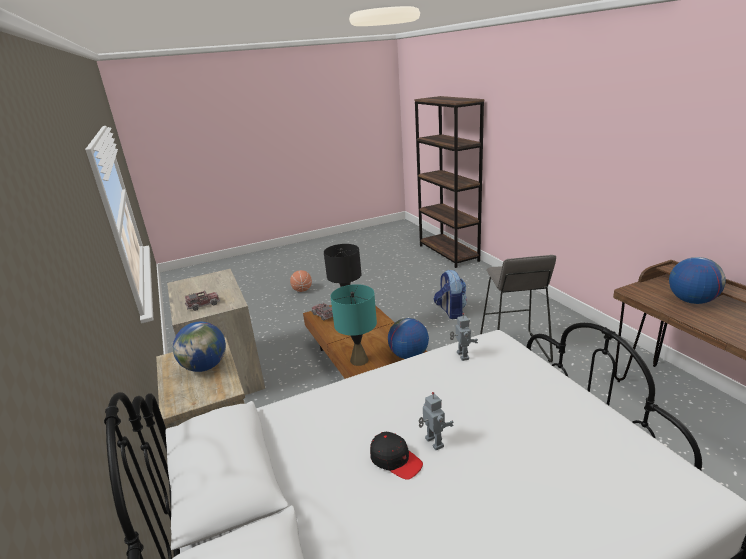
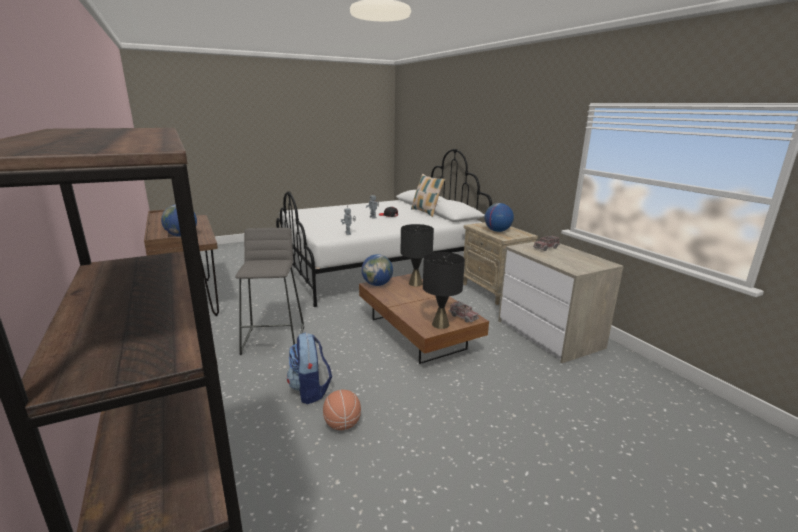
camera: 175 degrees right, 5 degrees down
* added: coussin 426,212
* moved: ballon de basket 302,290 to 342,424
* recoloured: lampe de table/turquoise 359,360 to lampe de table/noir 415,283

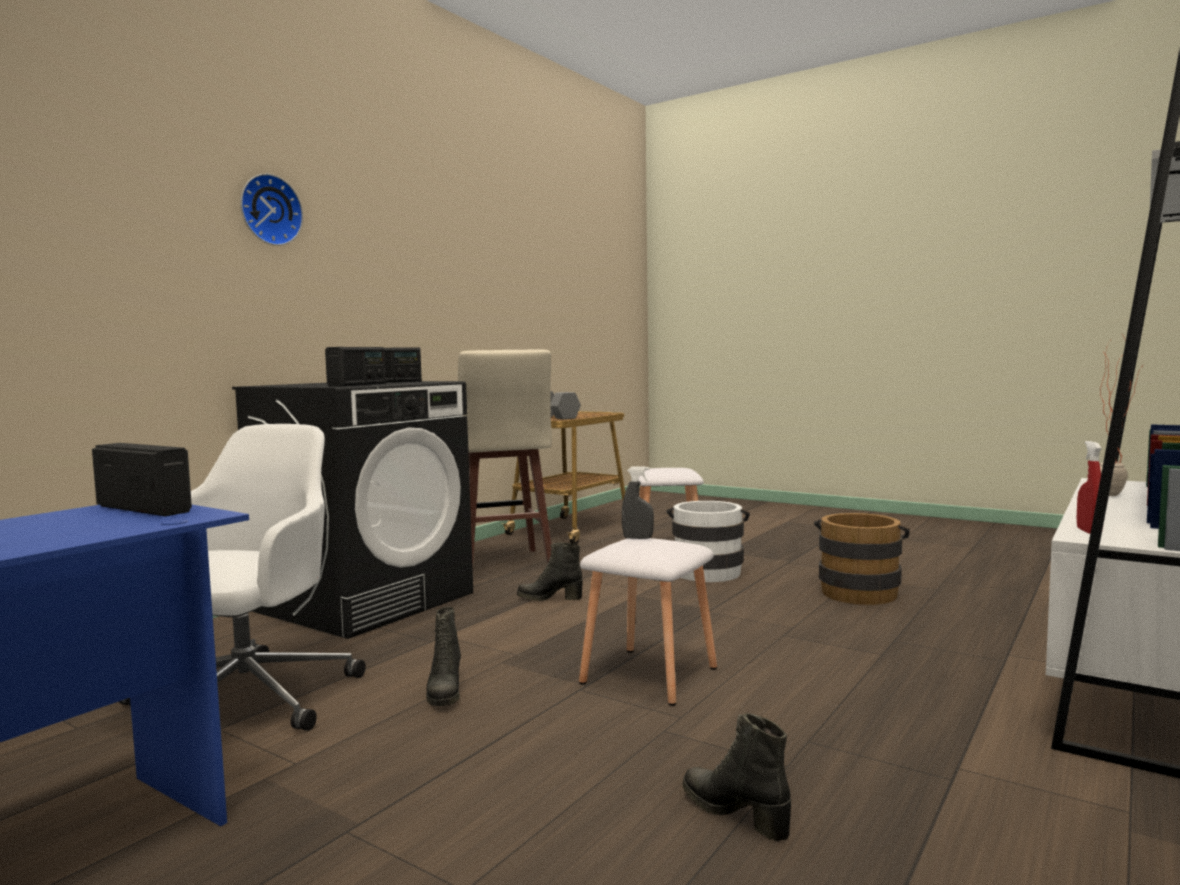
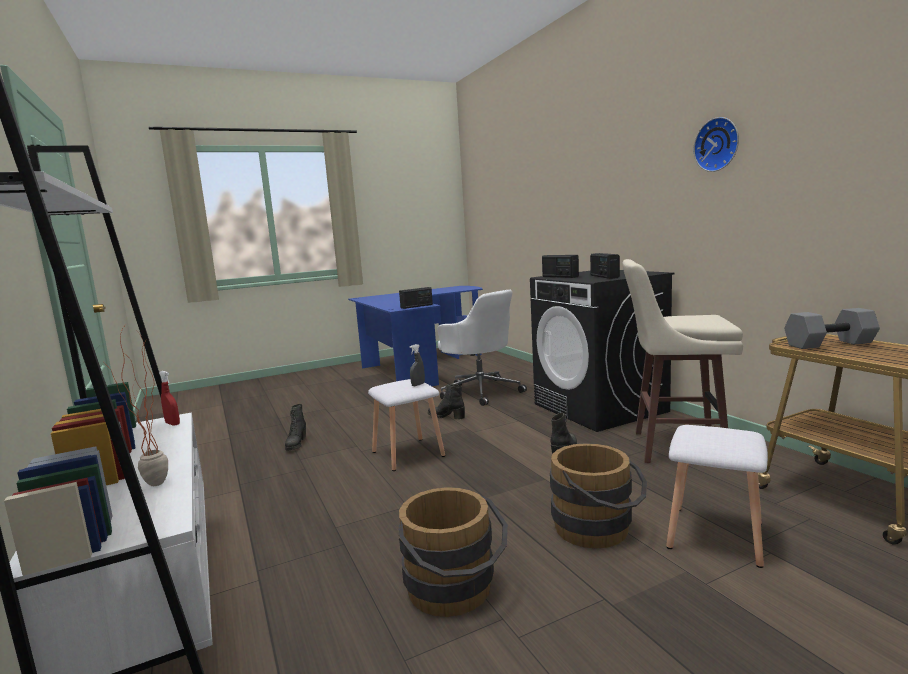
camera: 120 degrees right, 5 degrees up
* moved: horloge murale 269,210 to 718,144
* recoloured: seau/blanc 708,571 to seau/marron 598,530
* turned: botte/noir 735,813 = 296,444 105 degrees clockwise

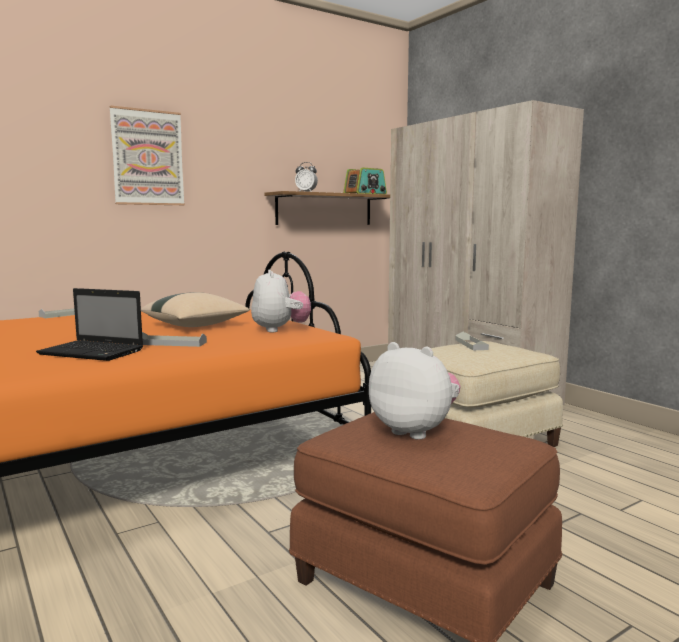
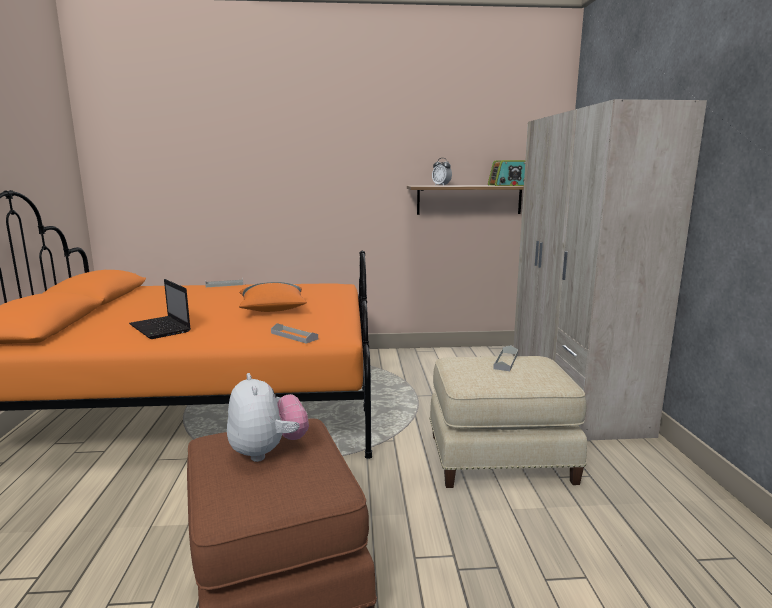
camera: 30 degrees right, 5 degrees up
* removed: tableau 148,158
* removed: peluche 280,330
* moved: plateau/gris 172,343 to 294,336
* recoloured: coussin/beige 196,326 to coussin/orange 273,310

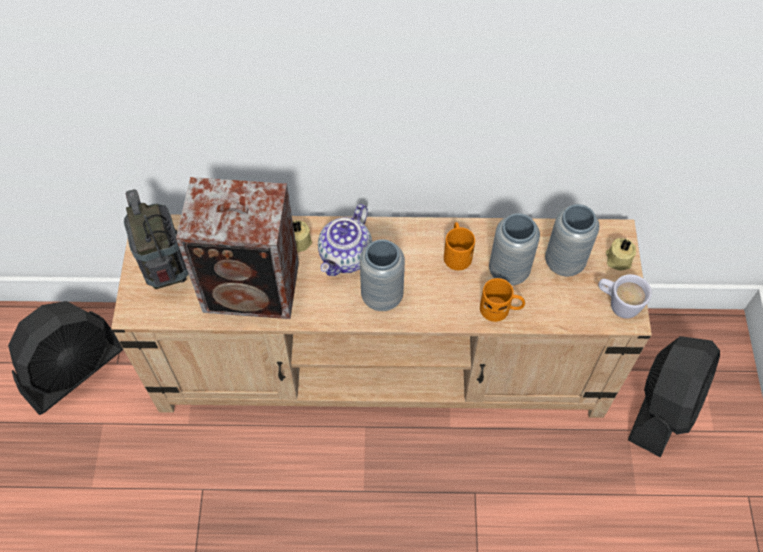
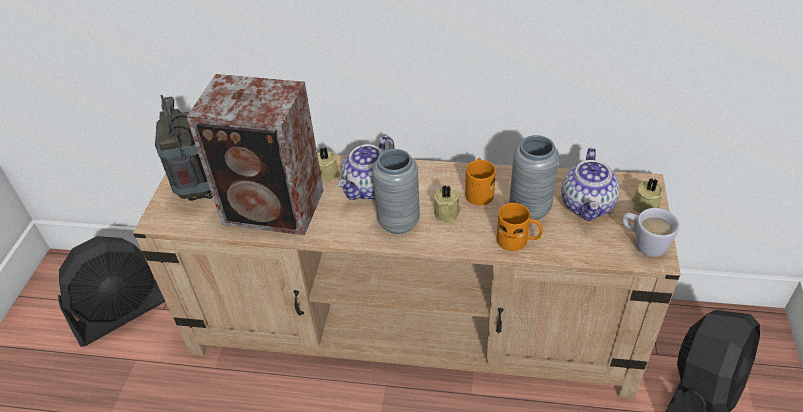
camera: 10 degrees right, 15 degrees down
* added: bougie/beige 448,213
* replaced: vase/gris 564,262 to théière 588,205

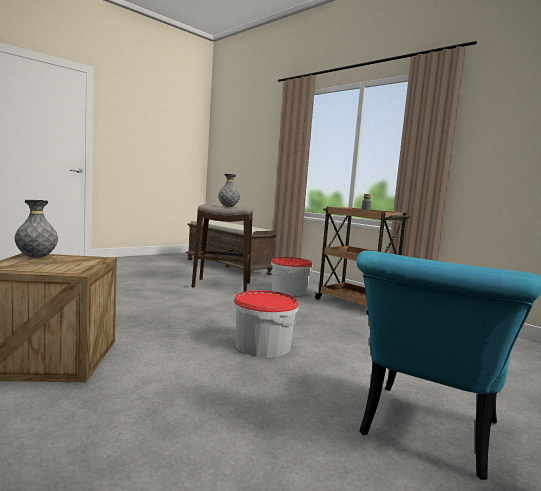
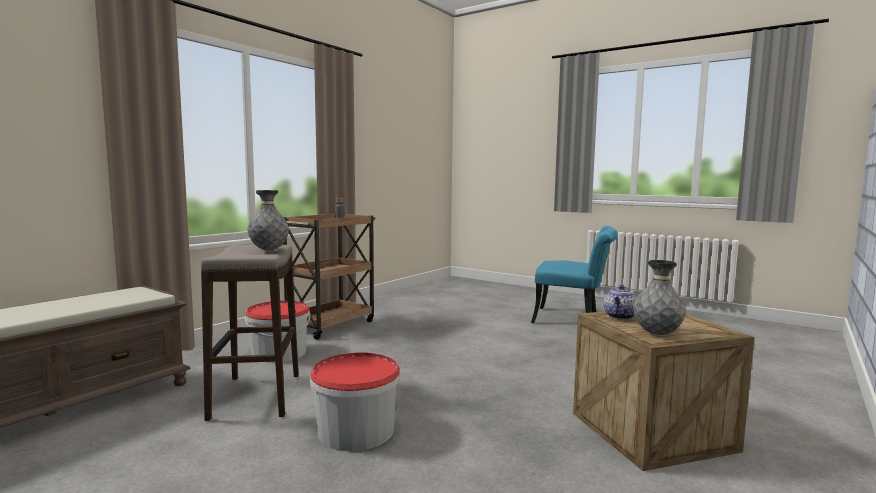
camera: 100 degrees left, 0 degrees up
* added: théière 620,316
* moved: seau 263,346 to 356,431

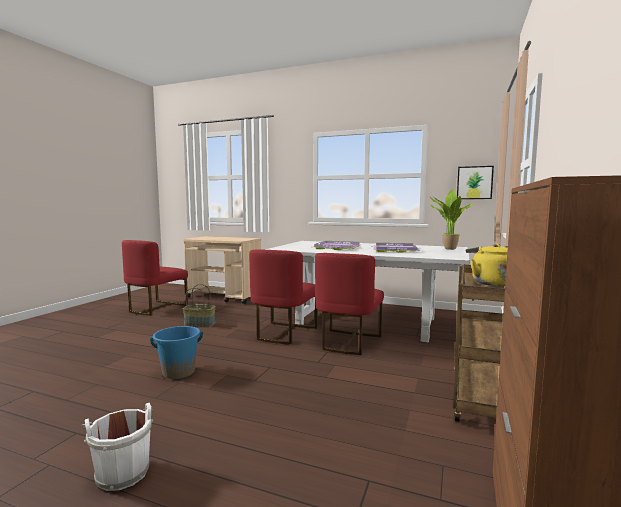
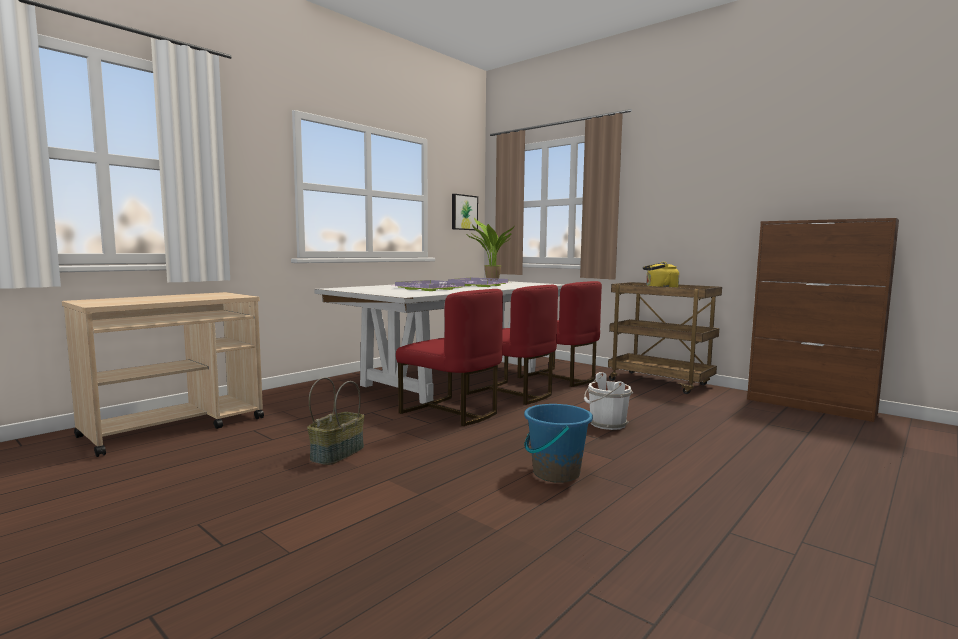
camera: 70 degrees left, 0 degrees up
* moved: seau/blanc 122,472 to 606,424
* moved: chaise/rouge 156,308 to 559,378

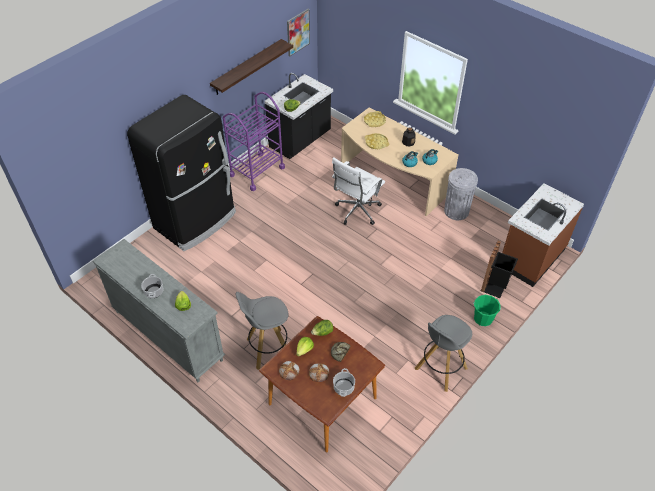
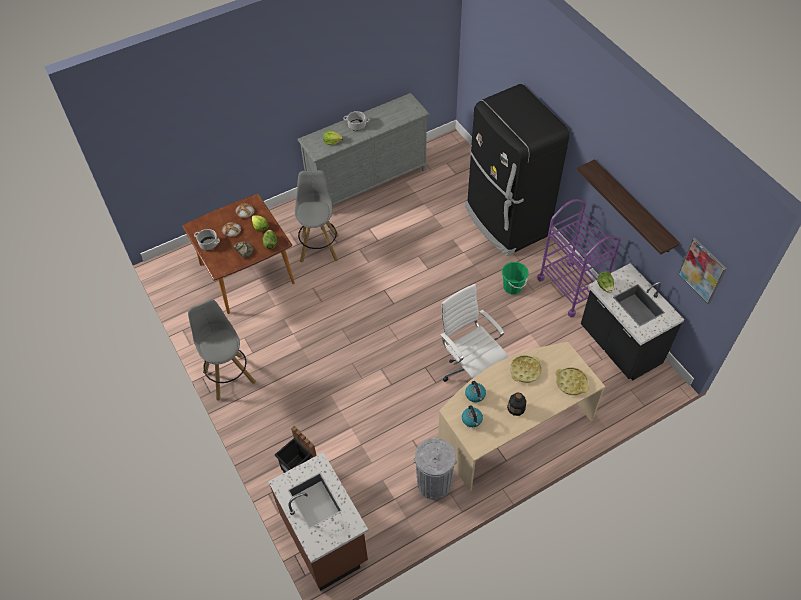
camera: 110 degrees right, 5 degrees up
* moved: seau/vert 483,319 to 512,287

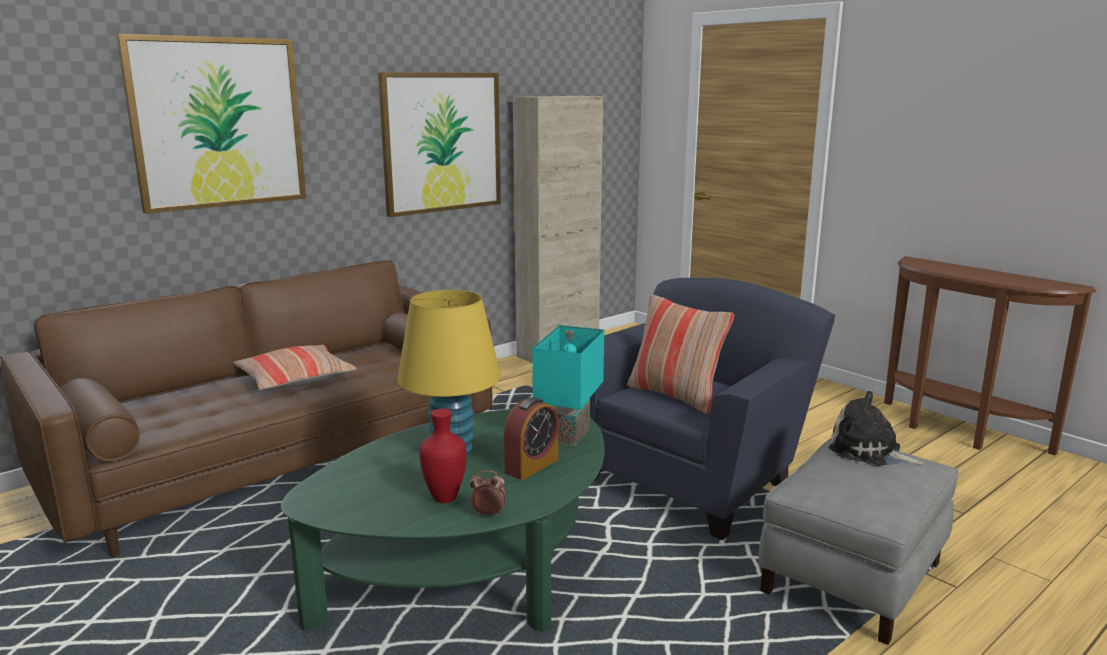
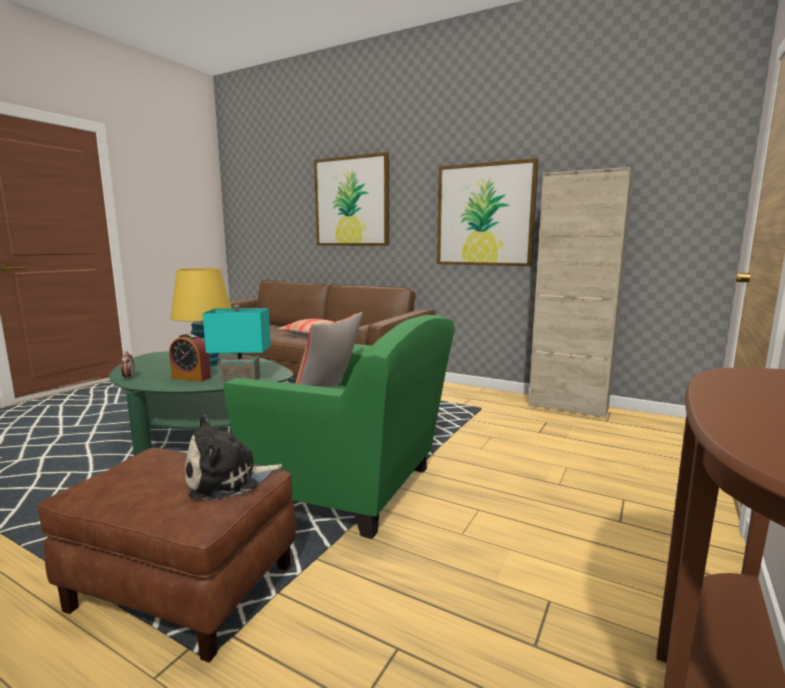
camera: 70 degrees right, 5 degrees down
* removed: vase/rouge 443,498
* recoloured: fauteuil/bleu 693,479 to fauteuil/vert 356,488
* recoloured: pouf/gris 853,578 to pouf/marron 182,588
* turned: peluche 869,452 = 228,480 135 degrees counterclockwise

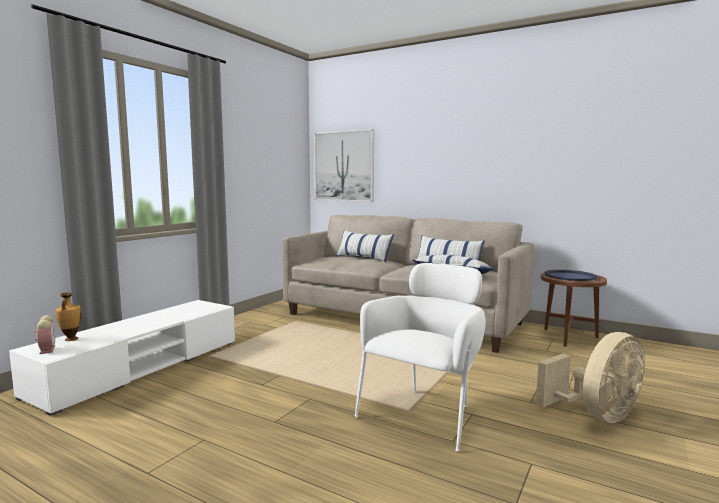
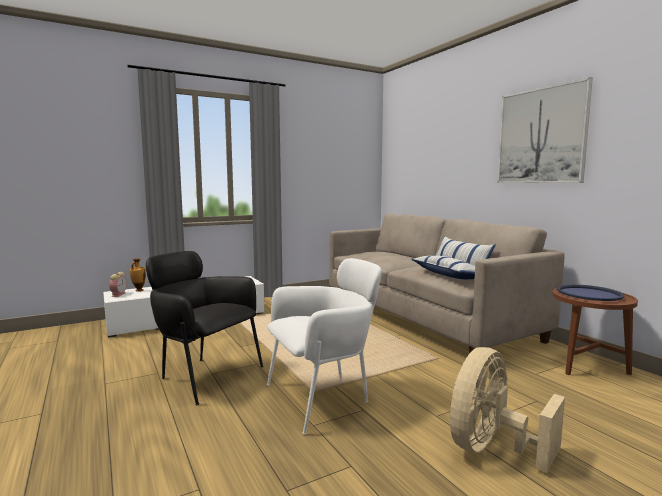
camera: 30 degrees right, 0 degrees up
* removed: coussin 363,258
* added: fauteuil/noir 204,375
* moved: tableau 344,166 to 541,136
* turned: ventilateur/beige 597,415 = 492,448 135 degrees clockwise

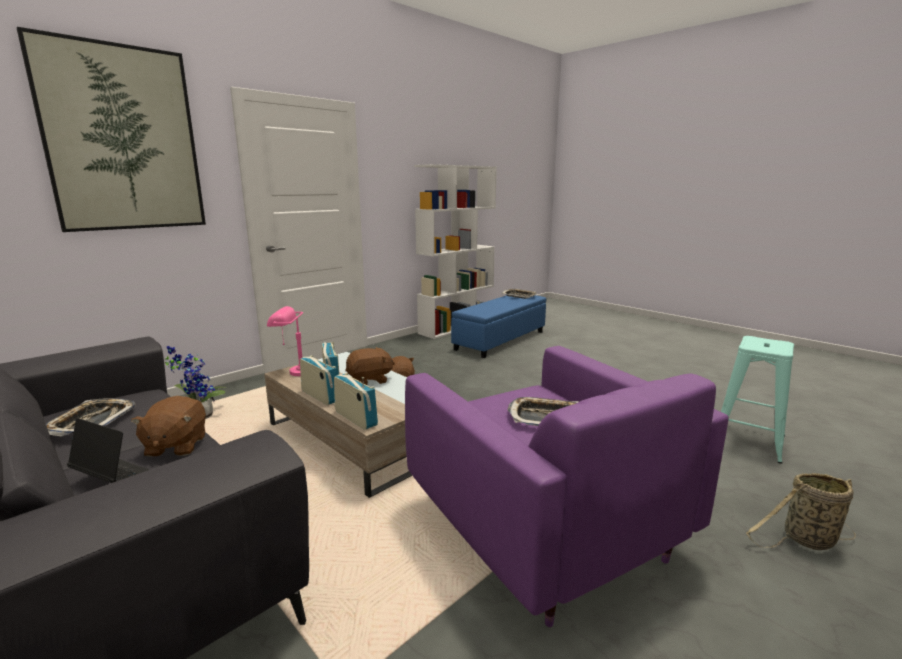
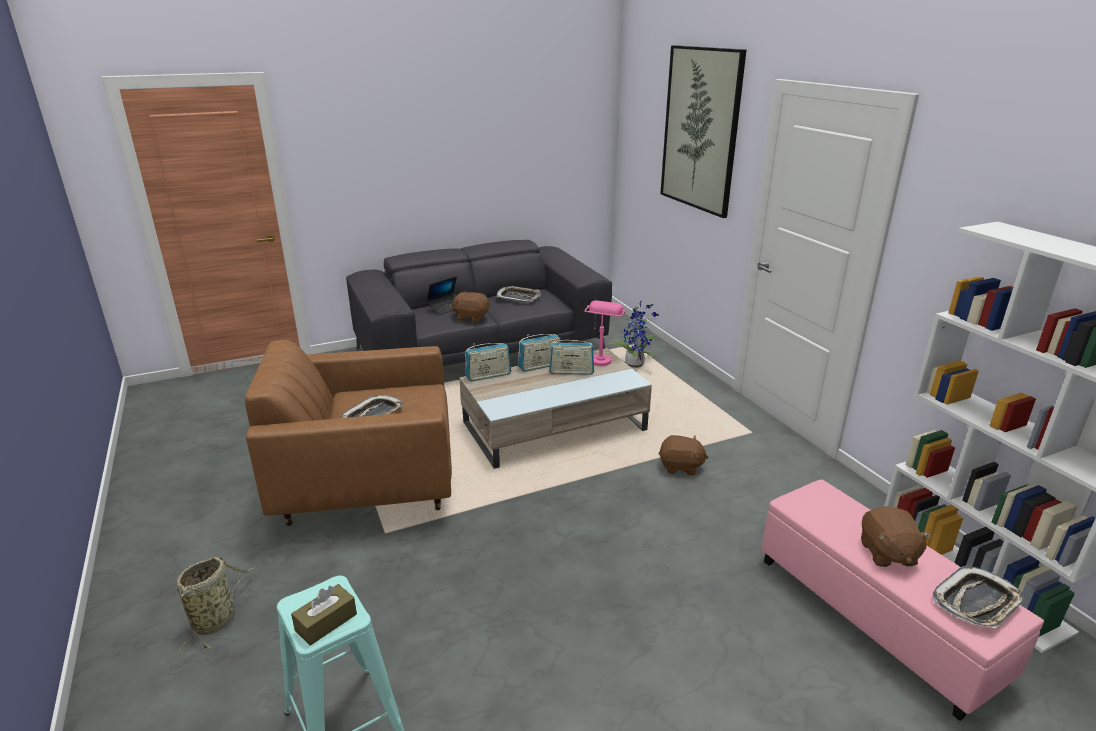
camera: 110 degrees right, 10 degrees up
* added: boîte à mouchoirs/marron 326,622
* moved: peluche/marron 370,380 to 887,553
* recoloured: fauteuil/violet 543,529 to fauteuil/marron 368,484
* recoloured: pouf/bleu 500,340 to pouf/rose 875,615

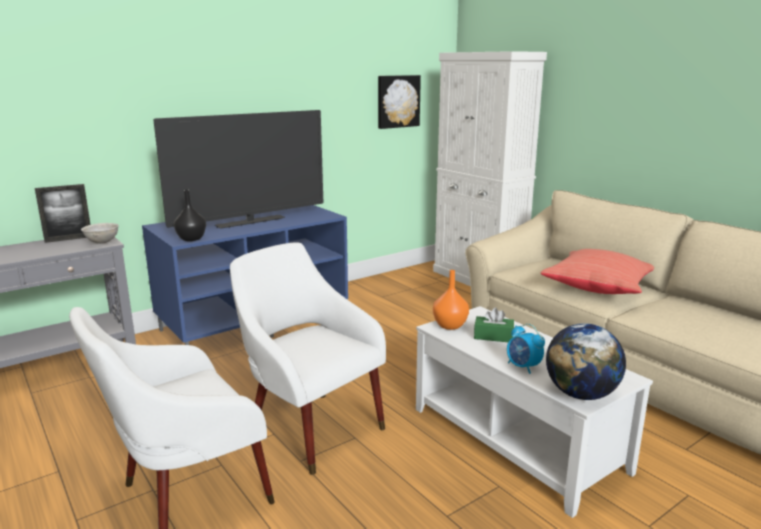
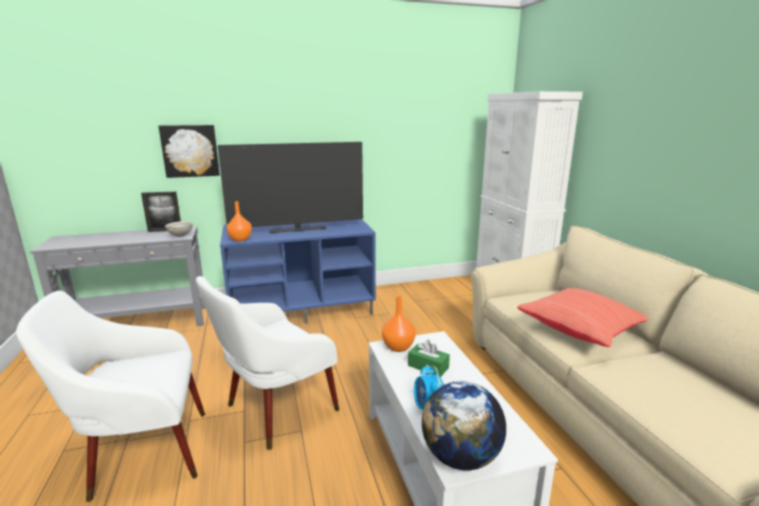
camera: 20 degrees right, 0 degrees up
* moved: tableau 397,101 to 190,151
* recoloured: vase/noir 191,239 to vase/orange 240,239
* turned: fauteuil/blanc 311,426 = 275,411 105 degrees counterclockwise

